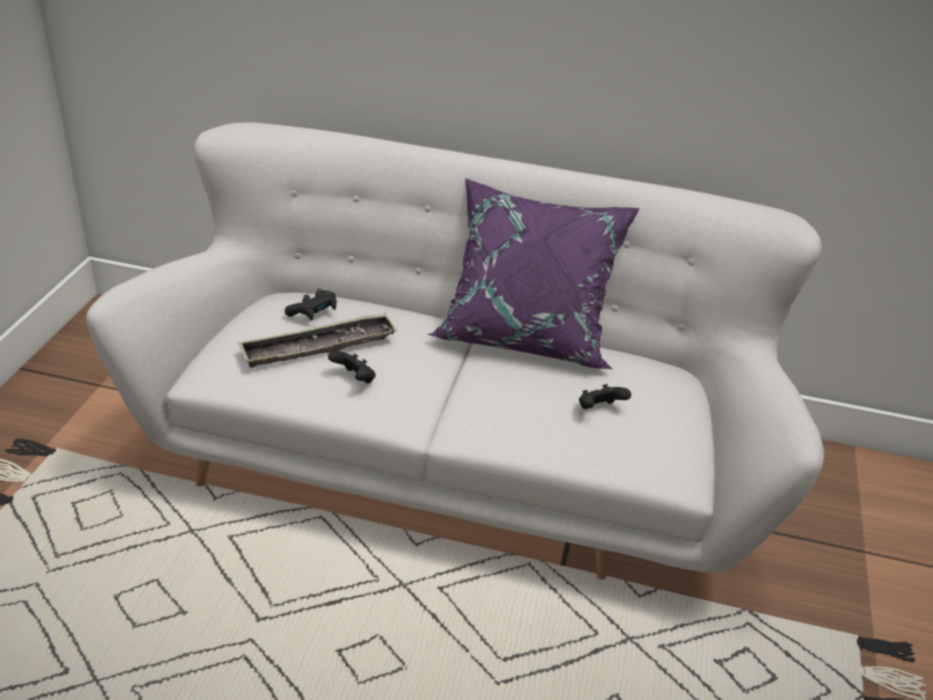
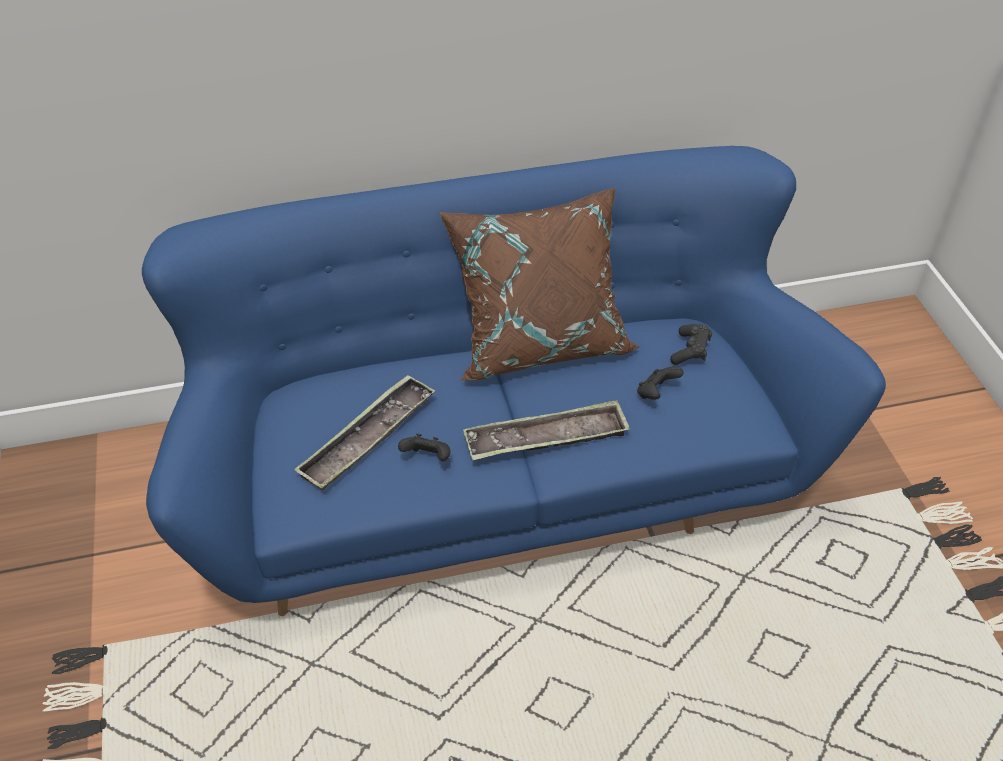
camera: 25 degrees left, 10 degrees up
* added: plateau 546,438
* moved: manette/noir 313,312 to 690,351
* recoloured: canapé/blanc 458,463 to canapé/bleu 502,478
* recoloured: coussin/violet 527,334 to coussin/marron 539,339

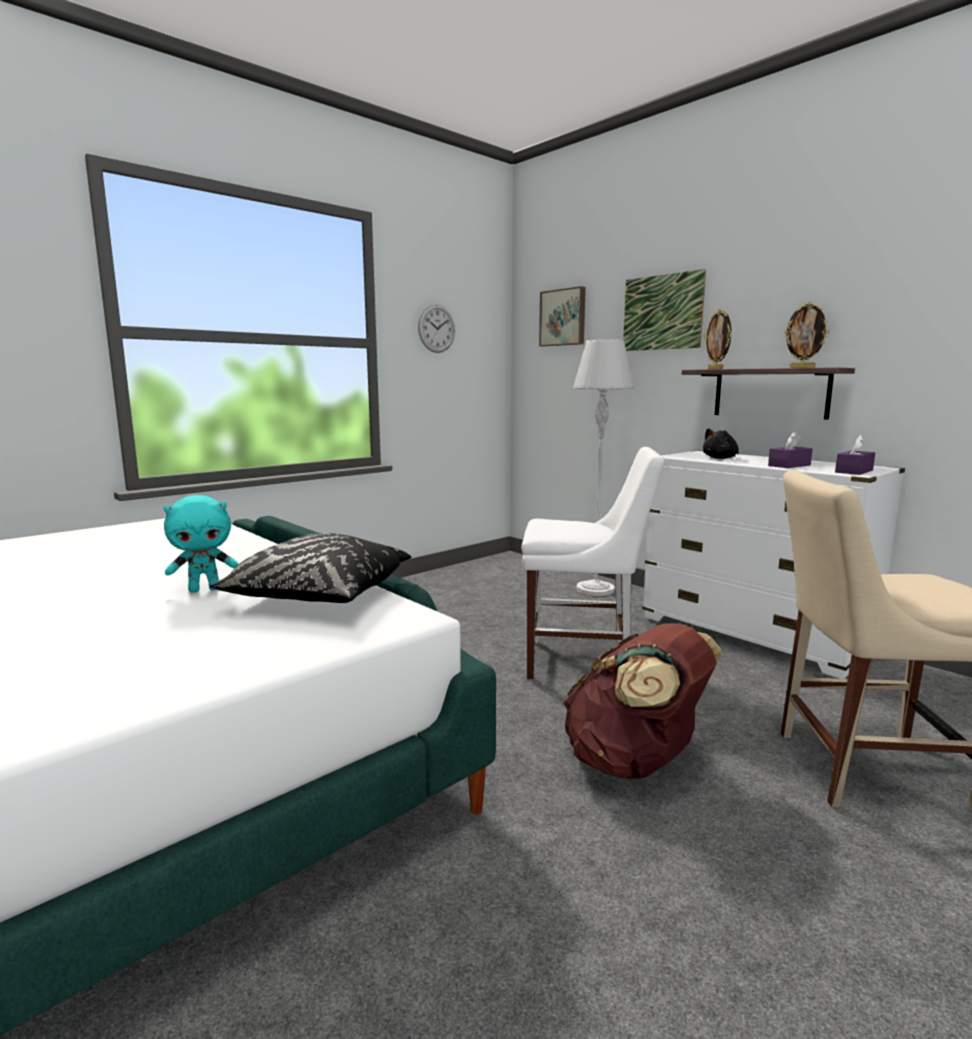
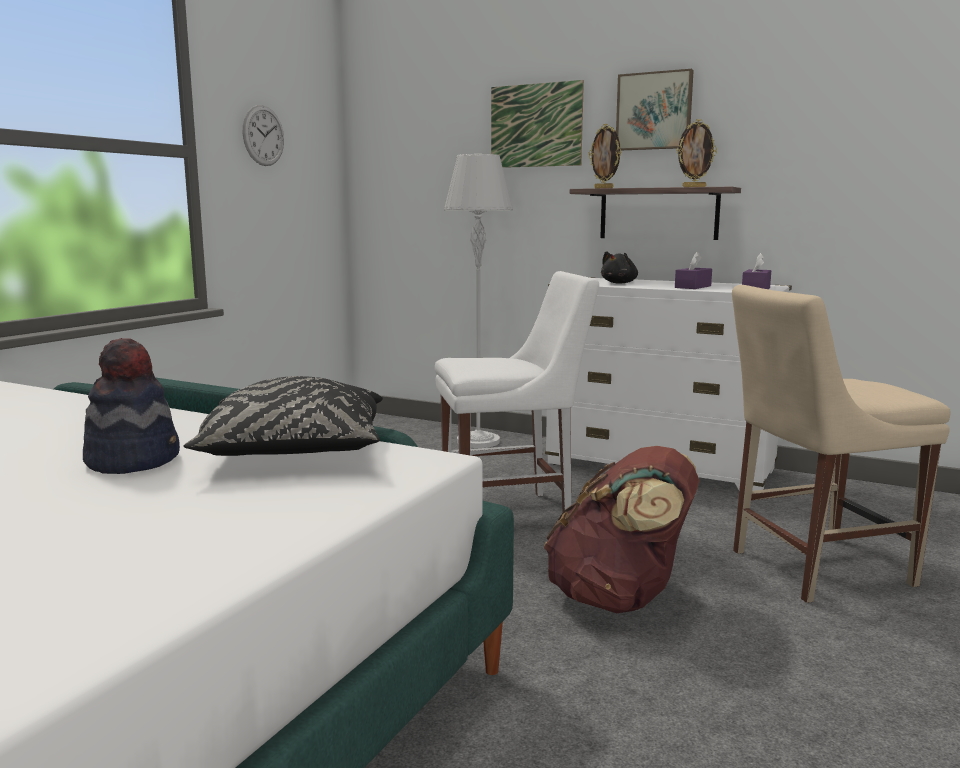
camera: 20 degrees left, 0 degrees up
* moved: tableau 563,317 to 654,111
* replaced: peluche/turquoise 205,589 to chapeau 133,460

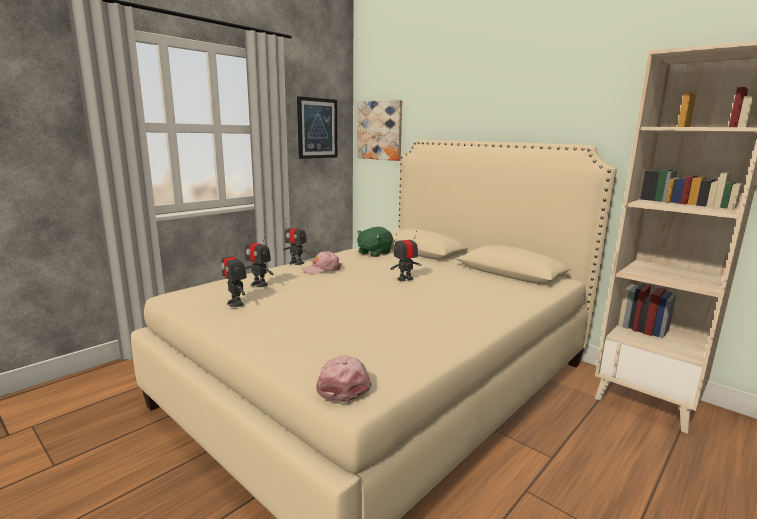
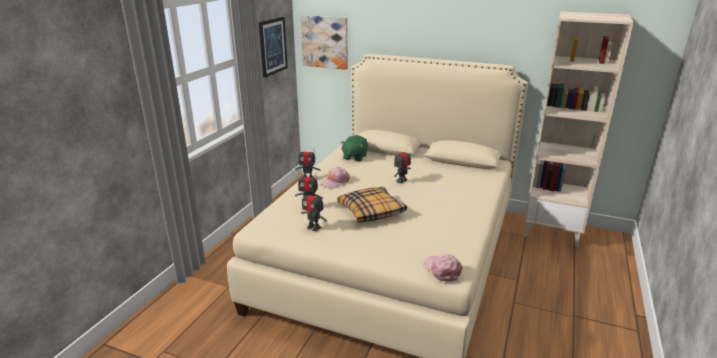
camera: 20 degrees left, 10 degrees up
* added: coussin 371,211

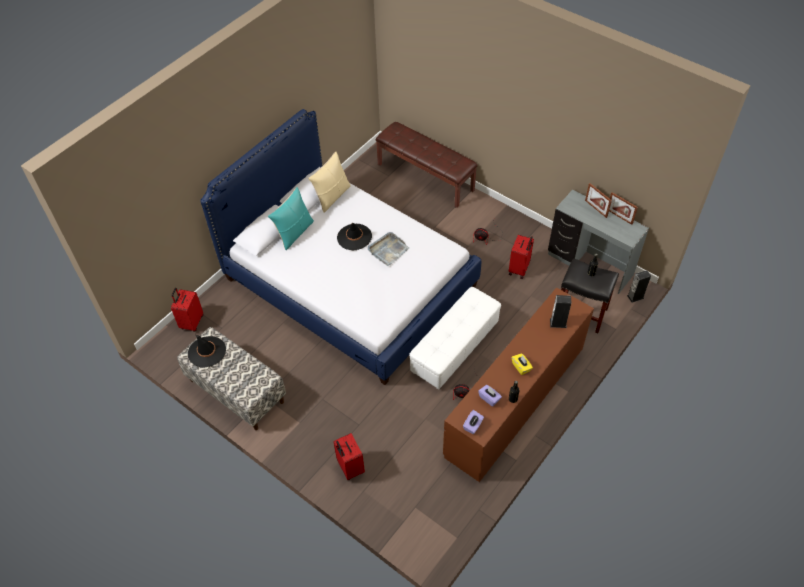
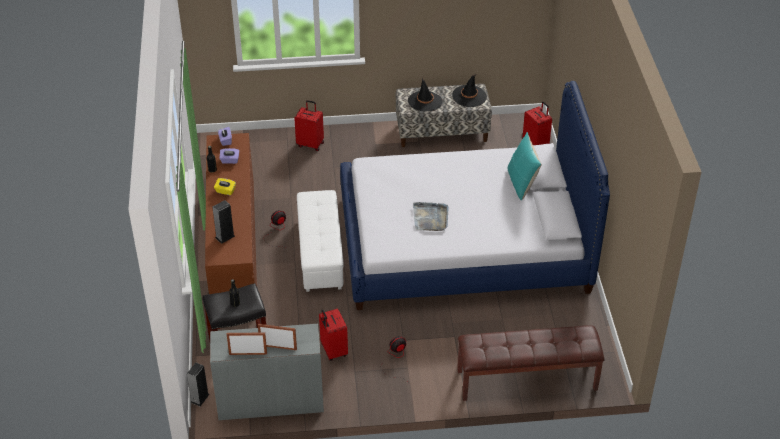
camera: 135 degrees right, 10 degrees down
* removed: coussin/beige 332,196
* moved: chapeau/noir 354,237 to 425,101

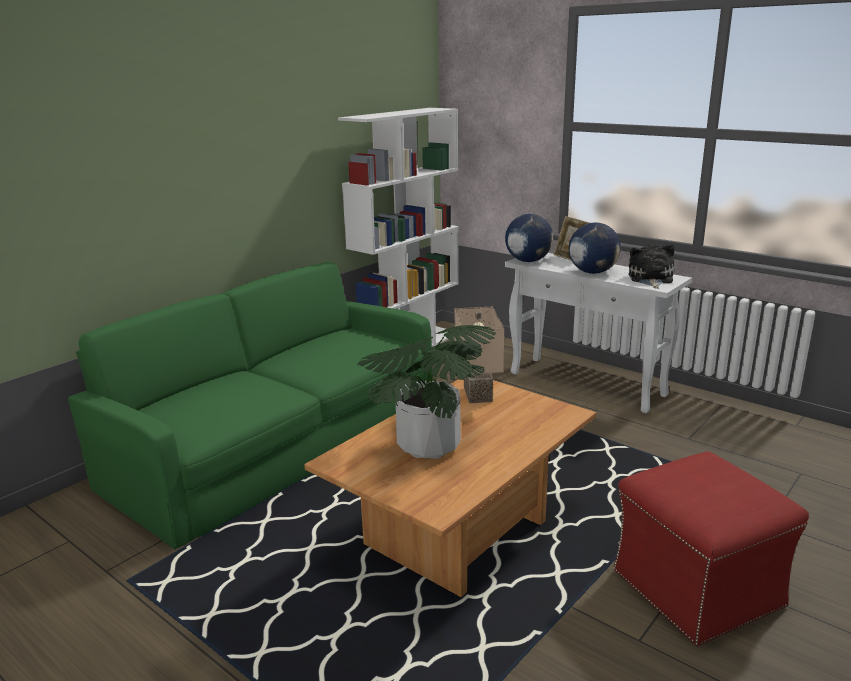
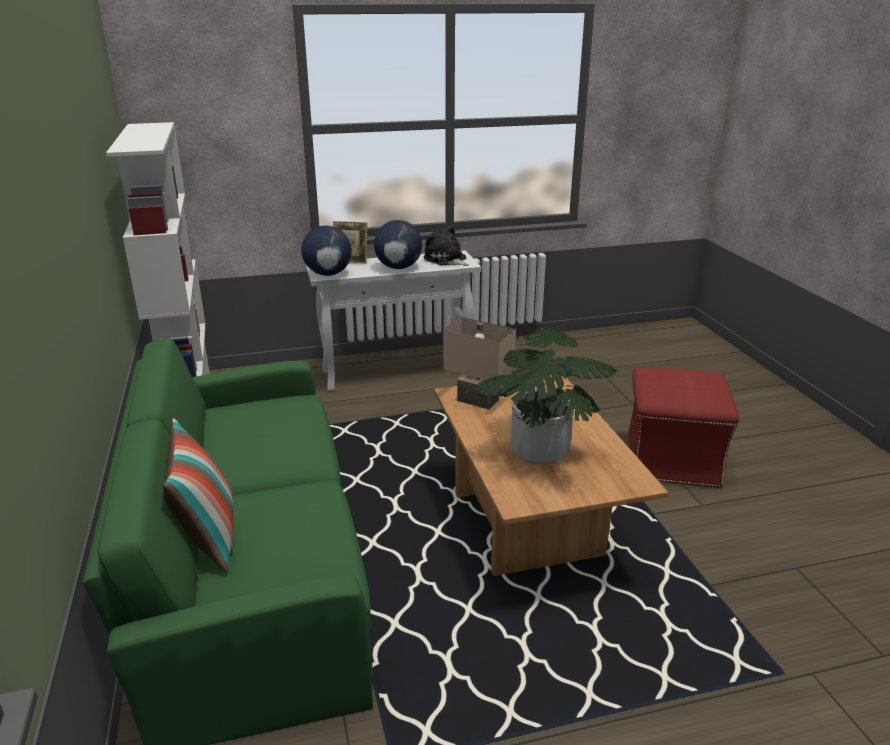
camera: 55 degrees left, 5 degrees up
* added: coussin 208,538

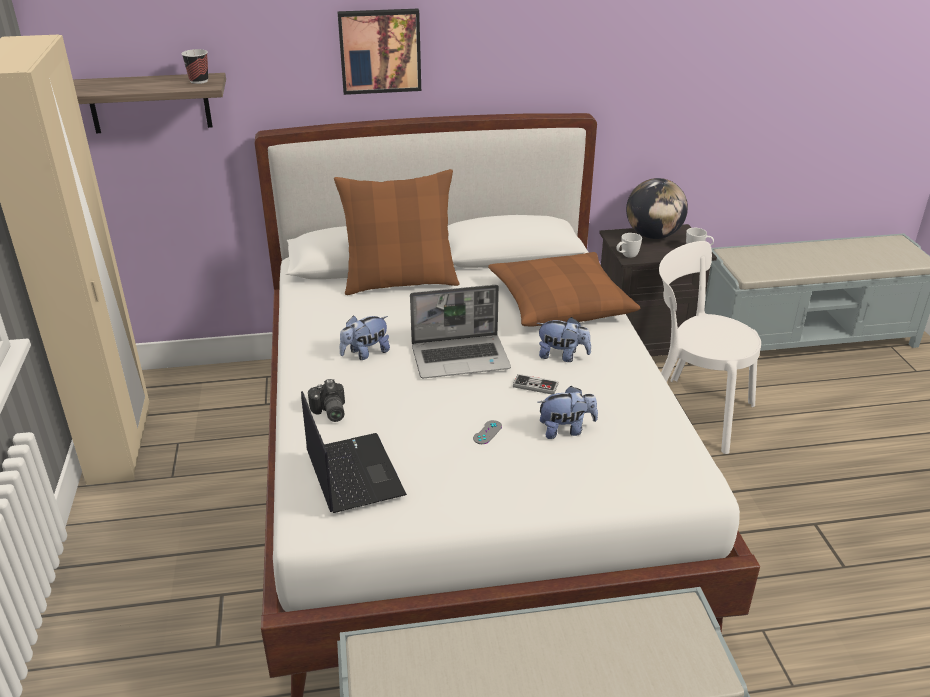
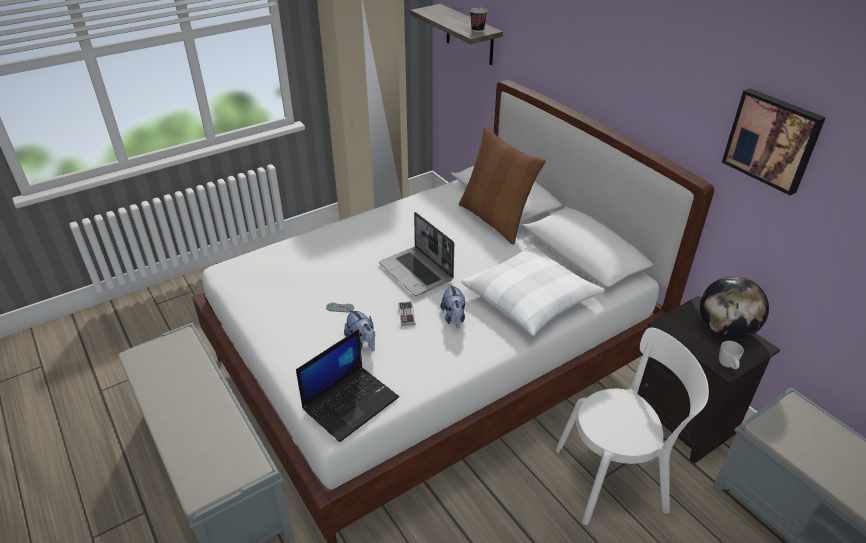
camera: 65 degrees right, 5 degrees up
* removed: appareil photo 329,412
* removed: peluche 365,353
* removed: mug/blanc 626,256
* moved: ordinateur portable 352,473 to 351,402
* moved: tableau 380,50 to 772,140
* recoloured: coussin/marron 560,302 to coussin/blanc 530,298
* turned: chaise/blanc 691,412 = 615,478 75 degrees clockwise

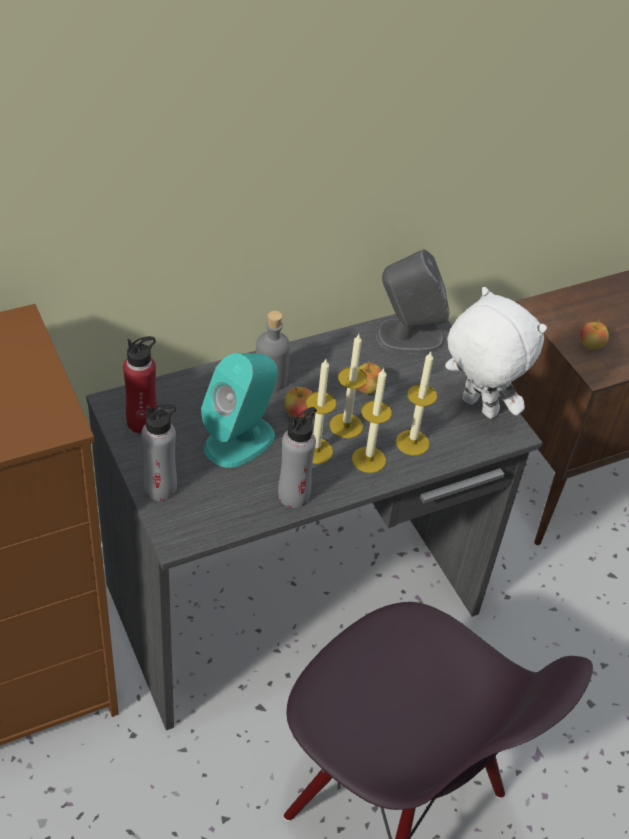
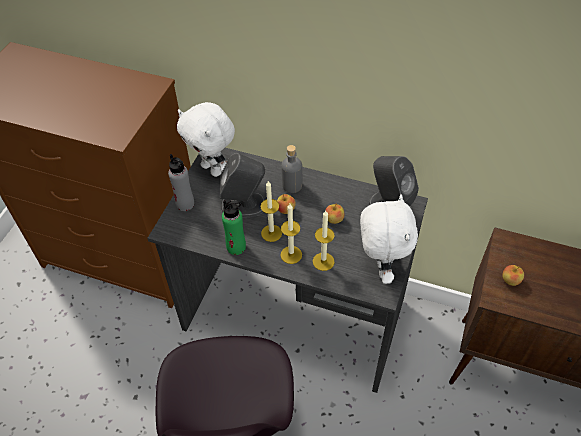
camera: 50 degrees right, 5 degrees up
* removed: bougie 346,426
* replaced: bouteille/rouge 142,422 to peluche/blanc 213,169
* recoloured: enceinte/turquoise 240,440 to enceinte/gris 244,205
* recoloured: bouteille/gris 294,495 to bouteille/vert 236,247

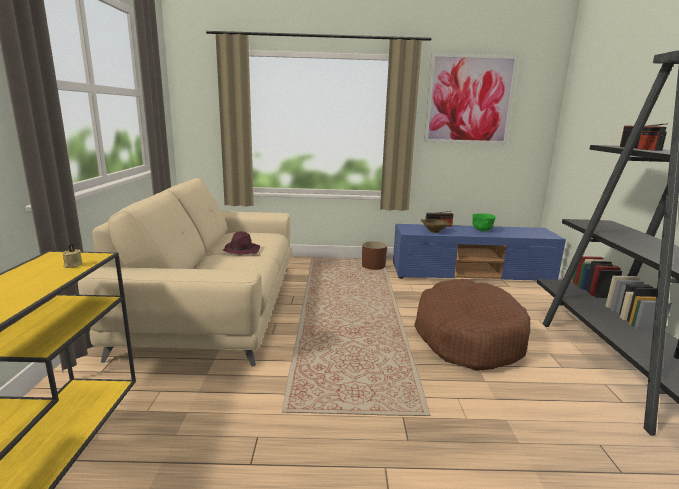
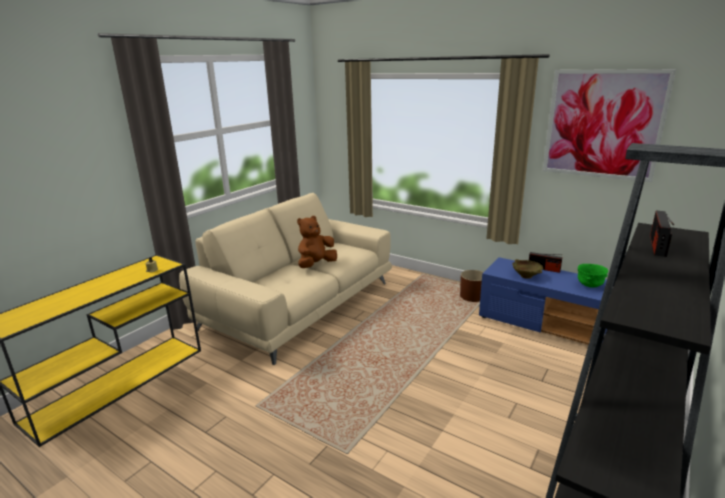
camera: 35 degrees right, 5 degrees up
* removed: panier pour chien/marron 467,337
* replaced: chapeau/violet 241,250 to peluche/marron 316,265

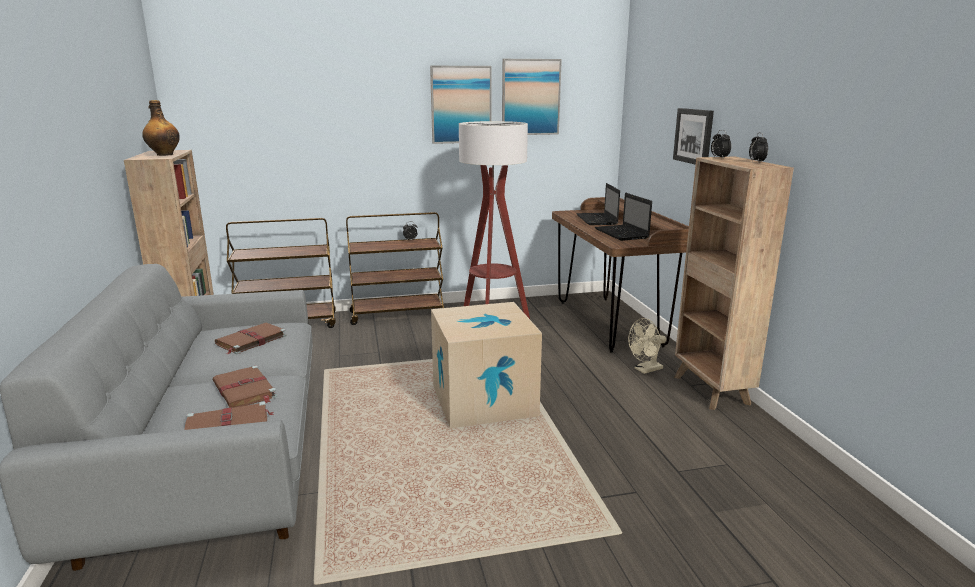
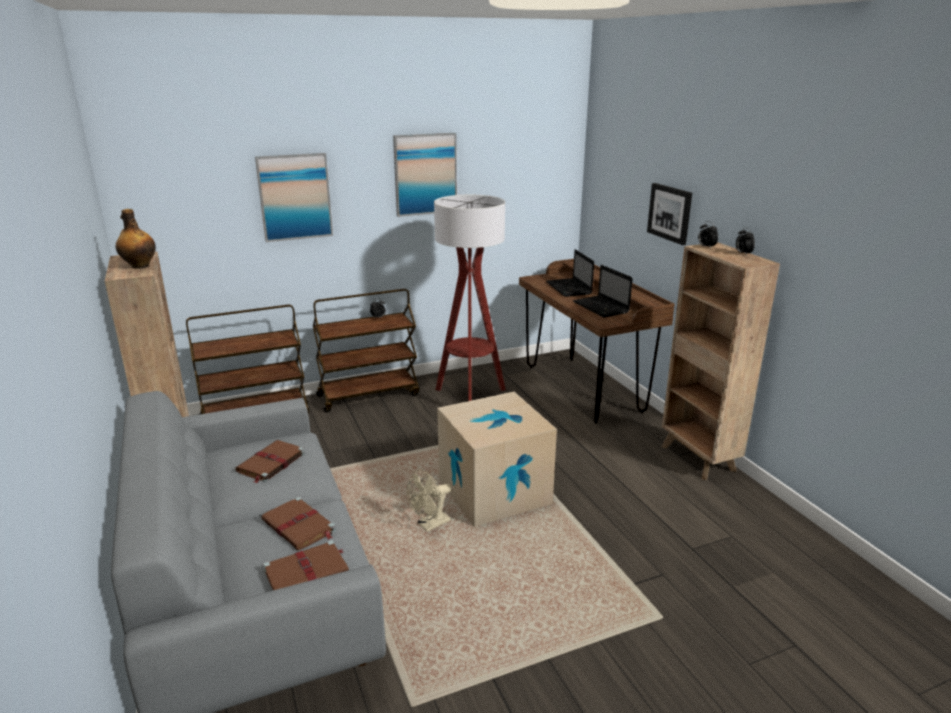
camera: 10 degrees left, 5 degrees up
* moved: tableau 530,97 to 295,197
* moved: ventilateur/beige 645,370 to 429,525

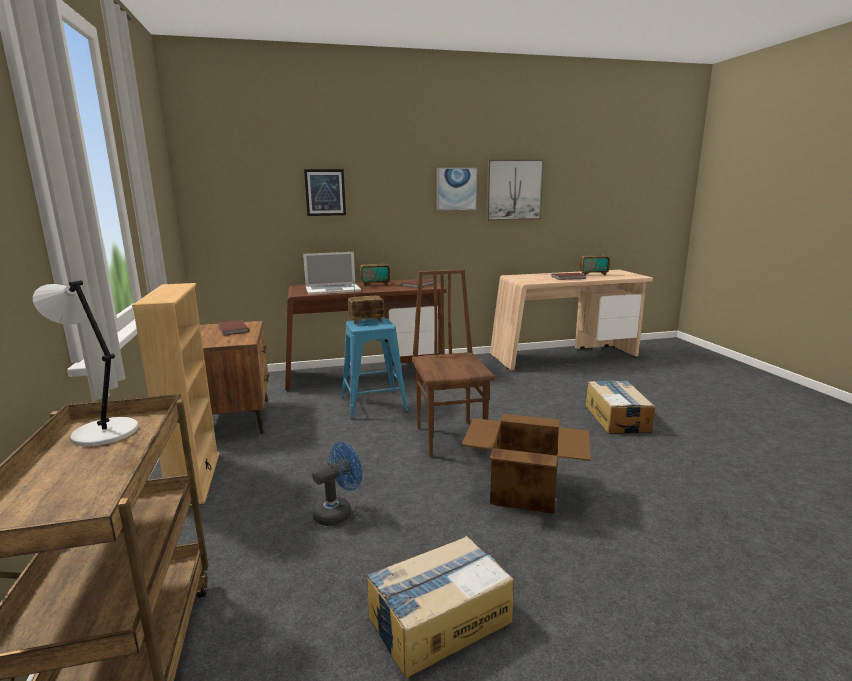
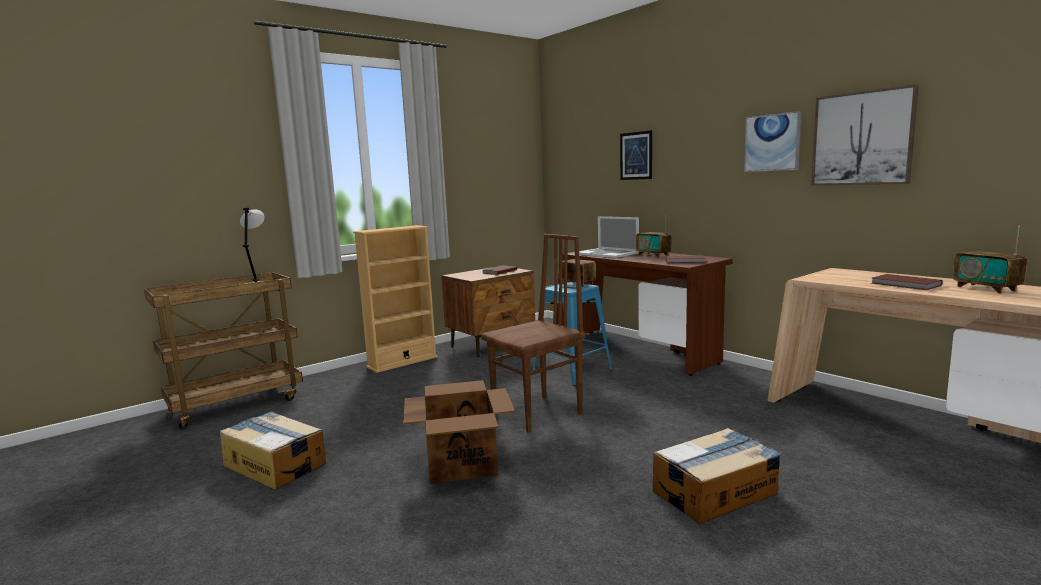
camera: 65 degrees right, 5 degrees down
* removed: ventilateur/bleu 338,512

